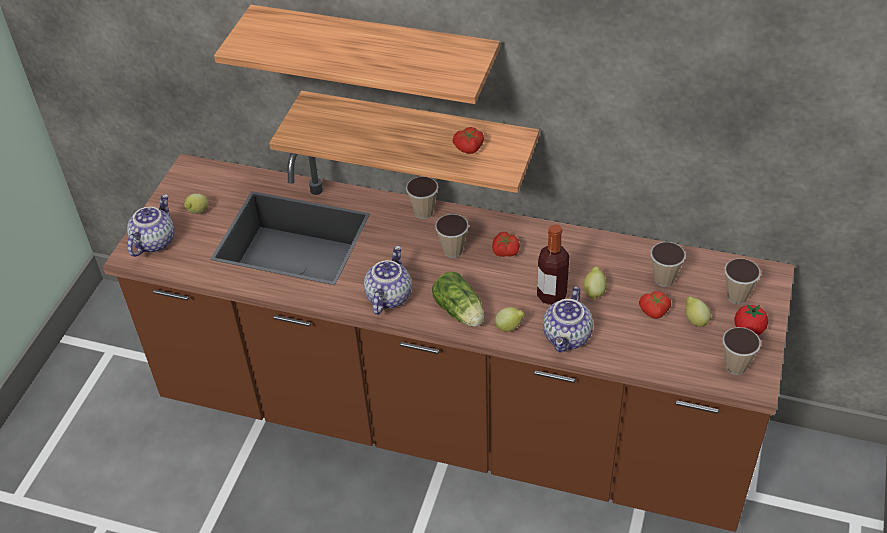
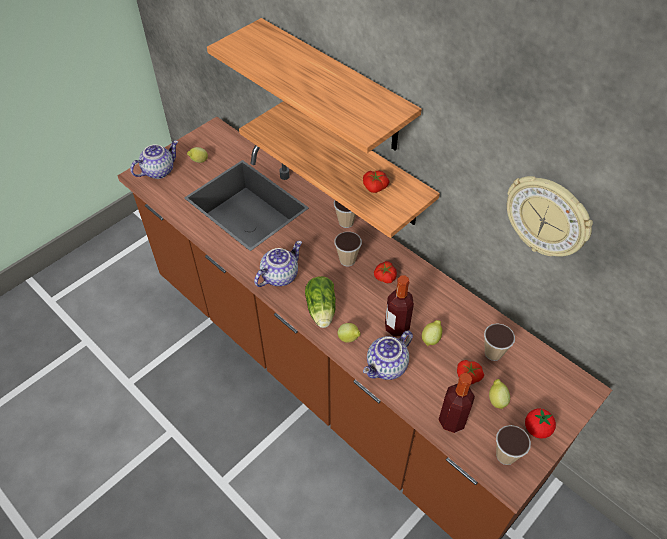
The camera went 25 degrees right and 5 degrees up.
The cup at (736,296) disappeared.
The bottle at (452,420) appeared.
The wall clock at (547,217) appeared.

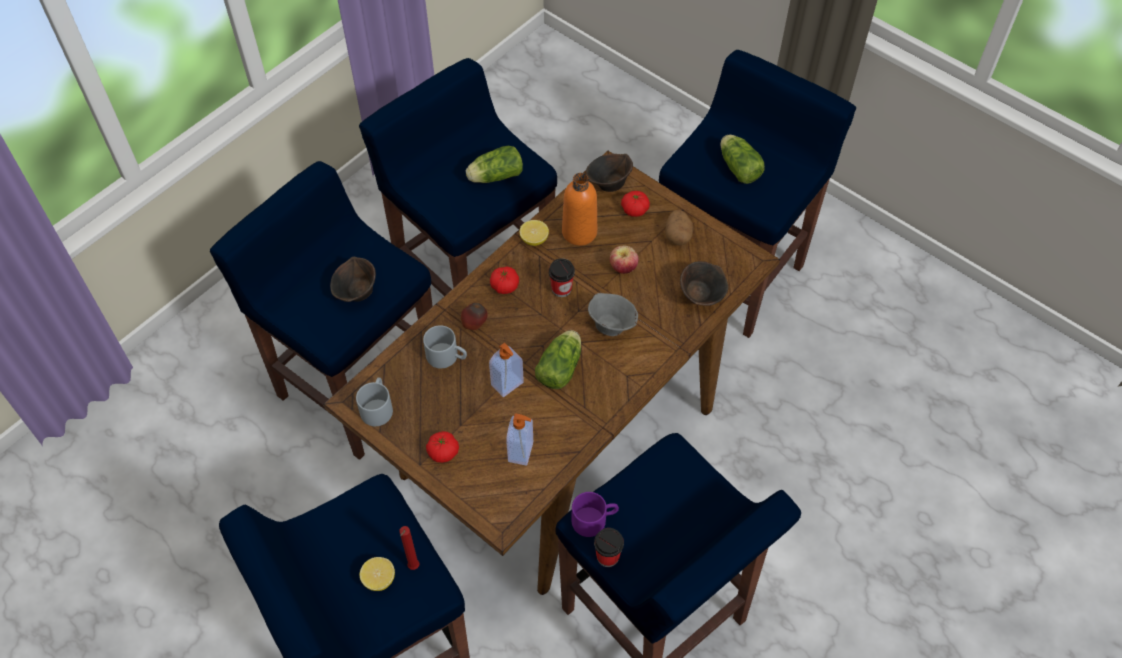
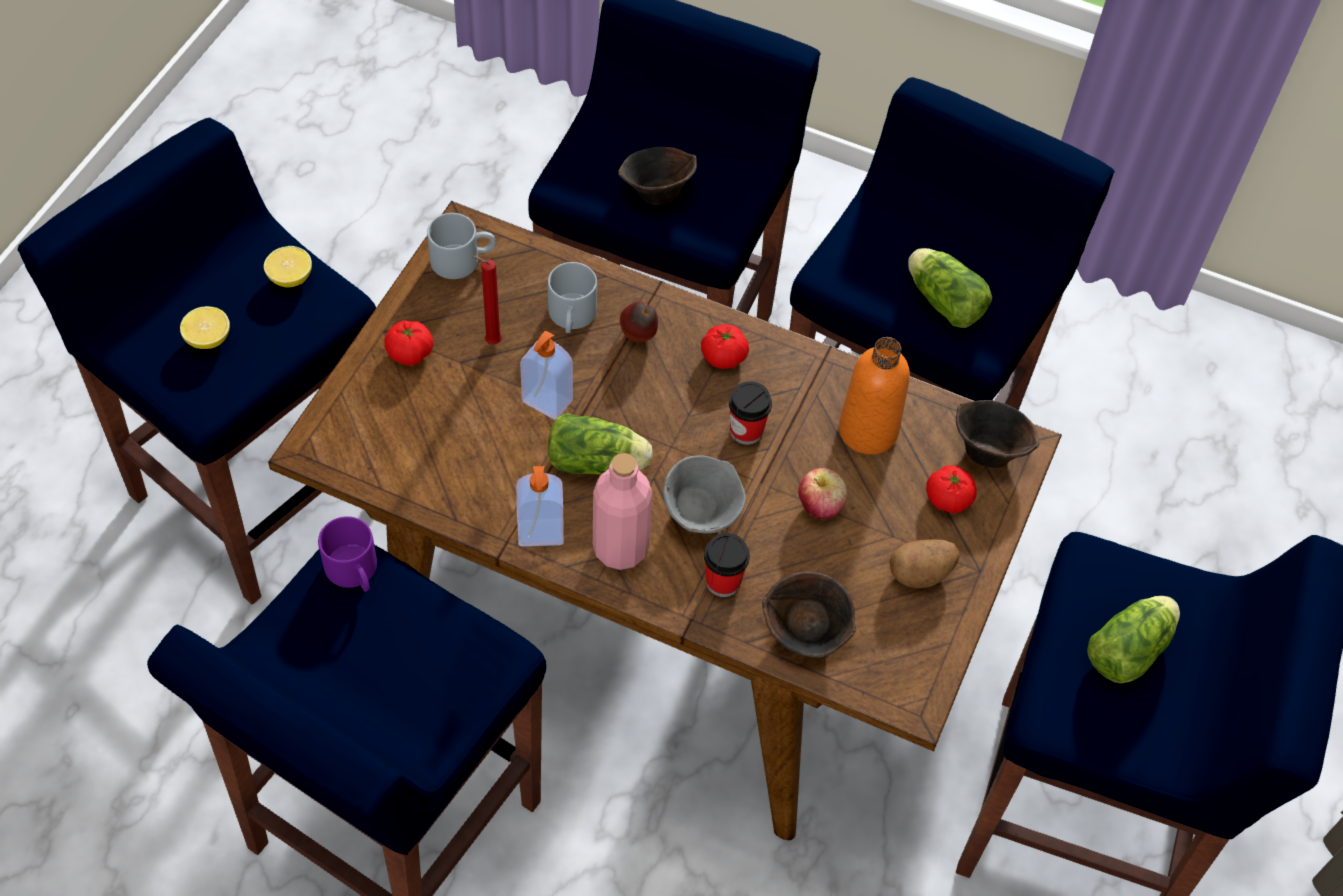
The camera went 70 degrees right and 0 degrees up.
The bottle (pink) at (620,548) appeared.
The candle (red) moved from (413,568) to (490,342).
The soap dispenser moved from (521,452) to (540,534).
The lemon moved from (534,240) to (290,278).
The cup moved from (607,556) to (723,582).

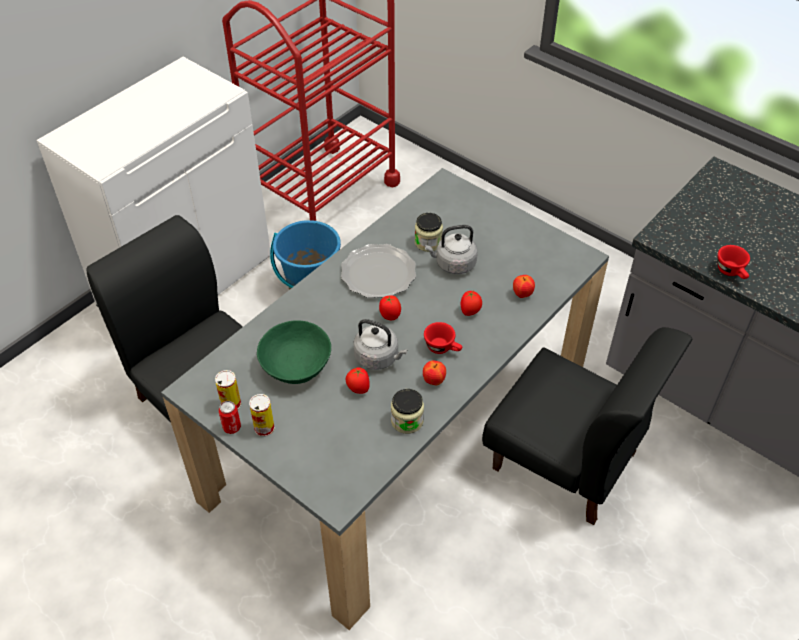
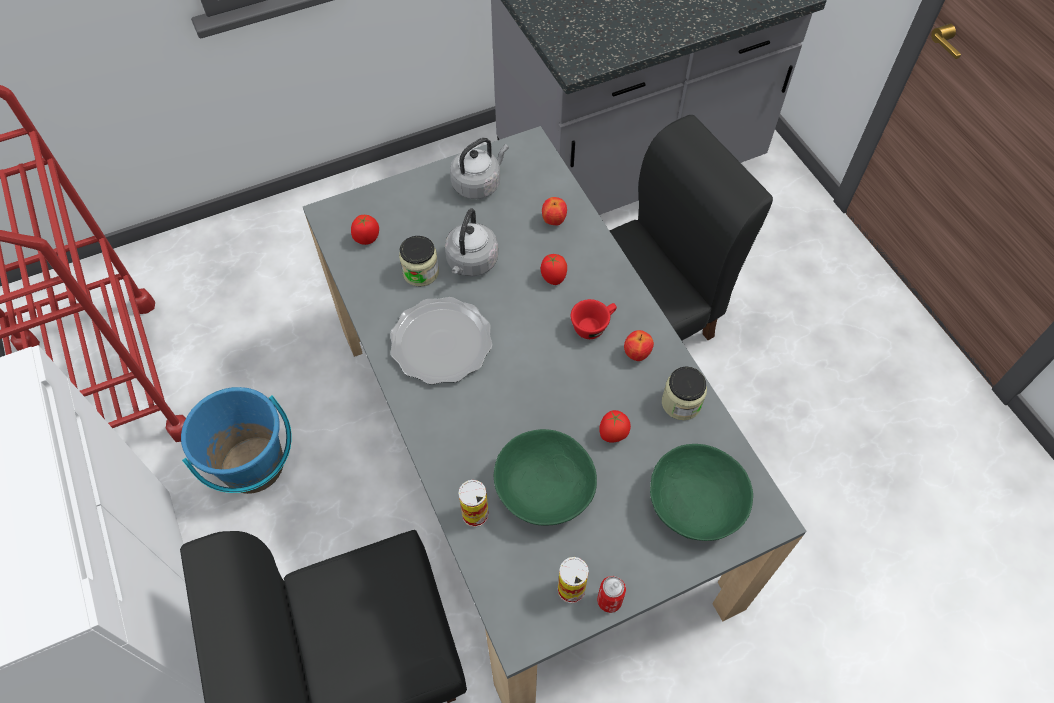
The camera went 65 degrees left and 10 degrees up.
The cup (red) at (732,272) disappeared.
The bowl (green) at (696,505) appeared.
The can moved from (264,428) to (475,514).
The kettle (grey) moved from (378,358) to (478,184).
The tomato moved from (389,316) to (367,239).

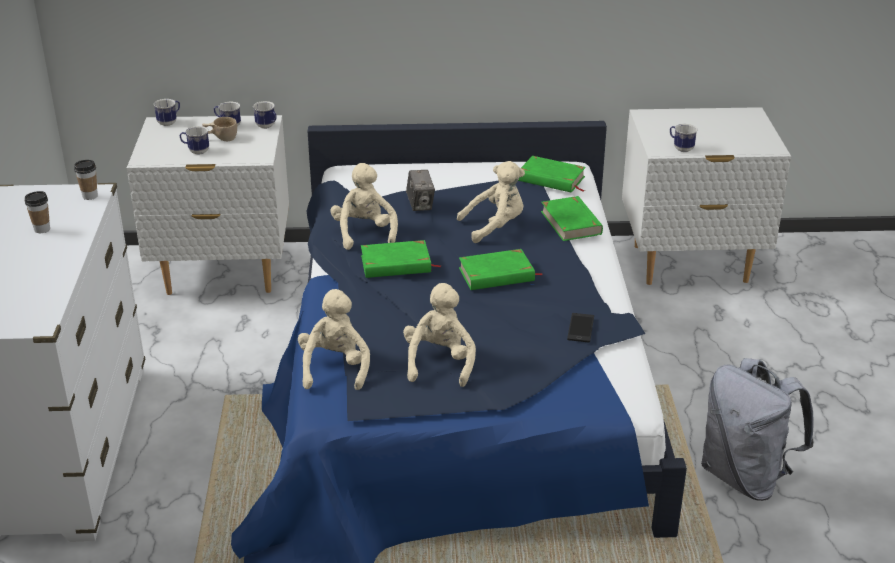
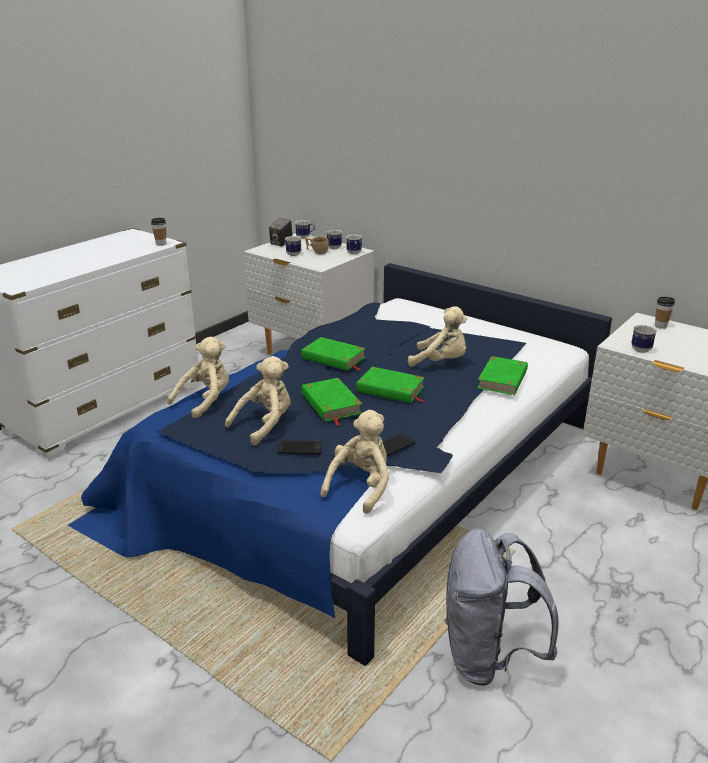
The camera went 40 degrees right and 5 degrees down.
The phone at (299,448) appeared.
The cup moved from (42,229) to (660,326).
The plush toy (beige) moved from (364,233) to (361,487).
The photo camera moved from (420,205) to (281,243).
The book (green) moved from (551,179) to (330,404).

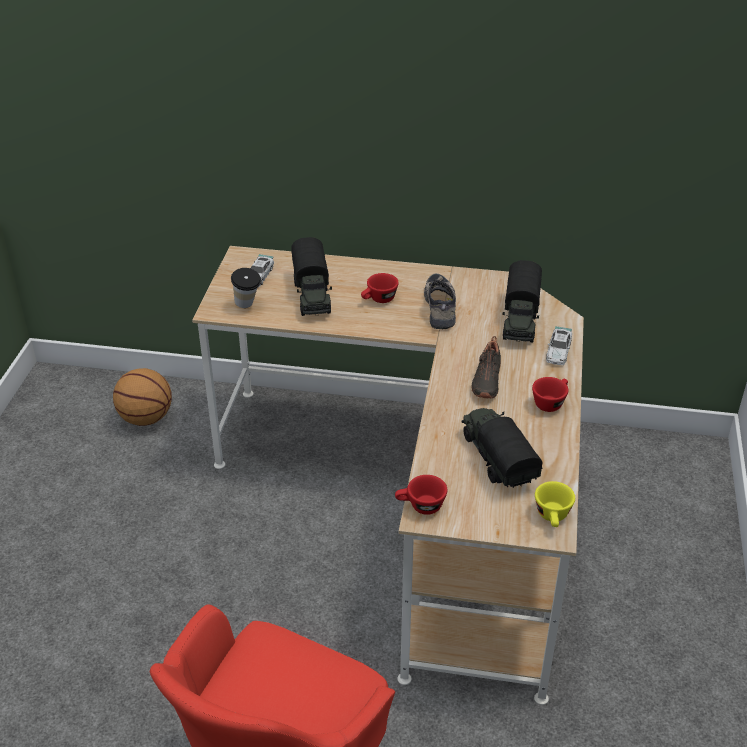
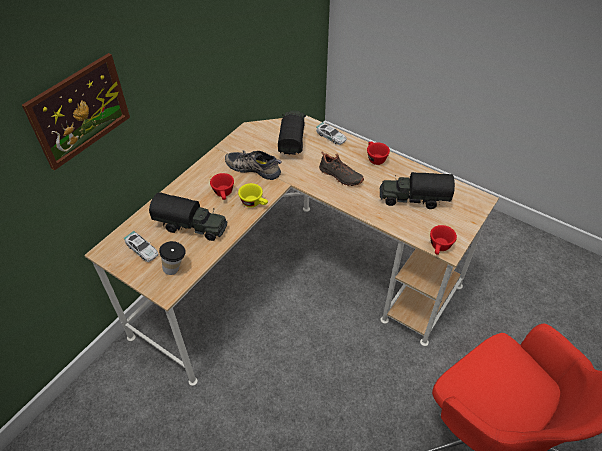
The camera went 65 degrees left and 10 degrees up.
The basketball at (146,418) disappeared.
The picture at (79,111) appeared.
The cup (yellow) moved from (553,517) to (254,203).
The toy truck at (520,320) turned 120 degrees counterclockwise.

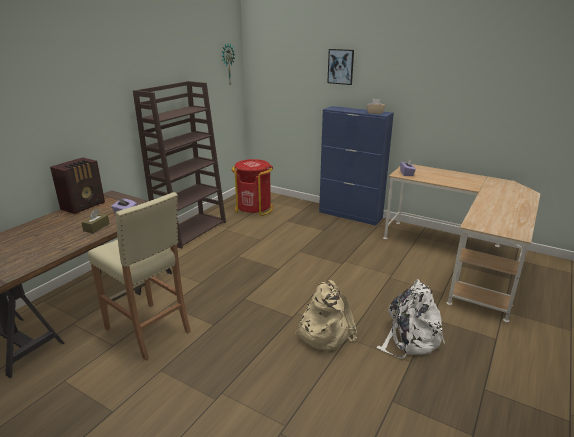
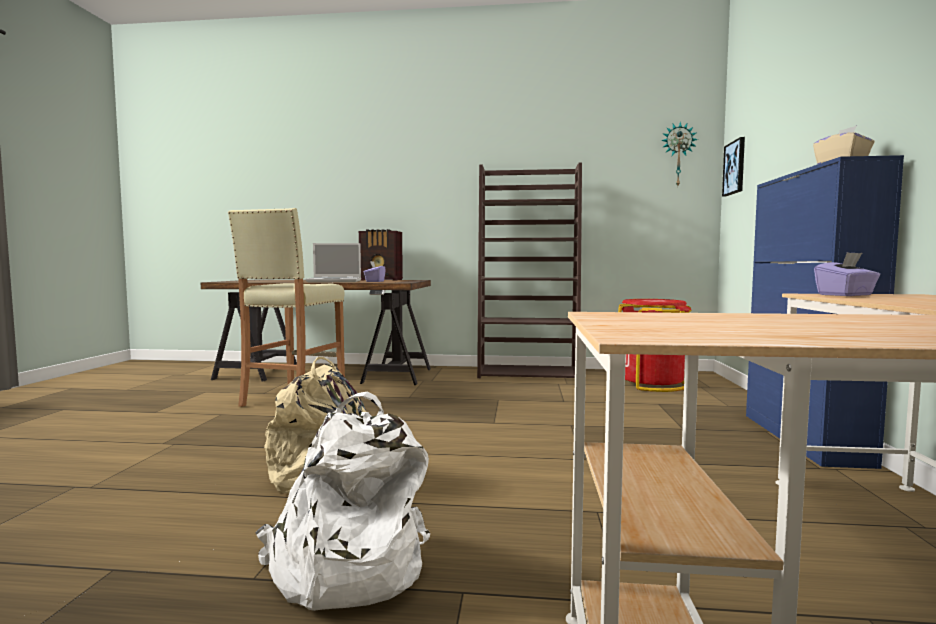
The camera went 65 degrees right and 20 degrees down.
The picture moved from (340,66) to (735,167).
The tissue box (brown) at (96,227) was replaced by the laptop at (335,281).

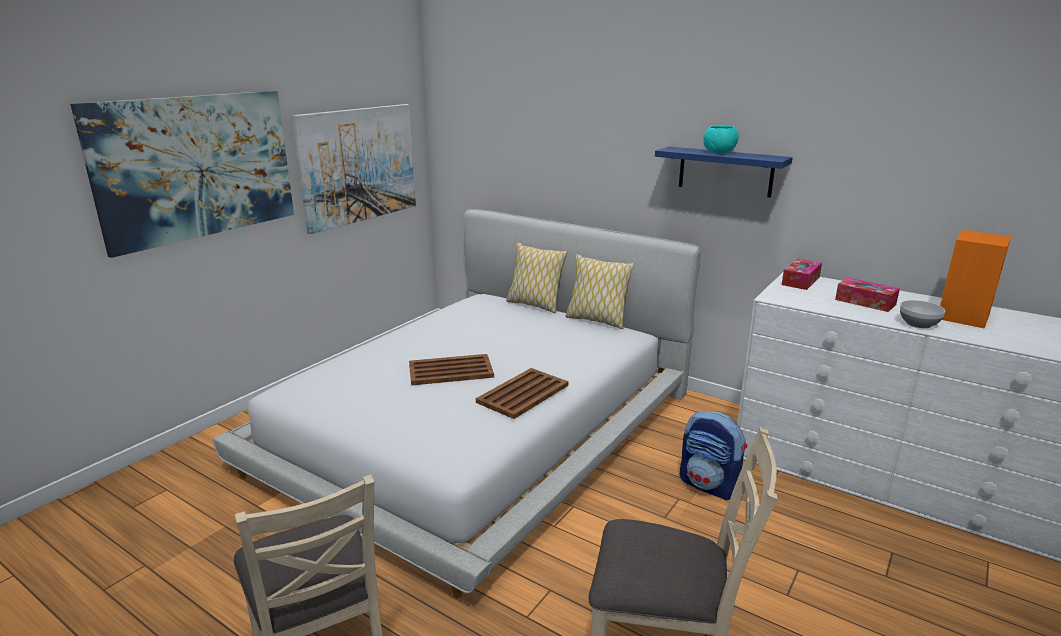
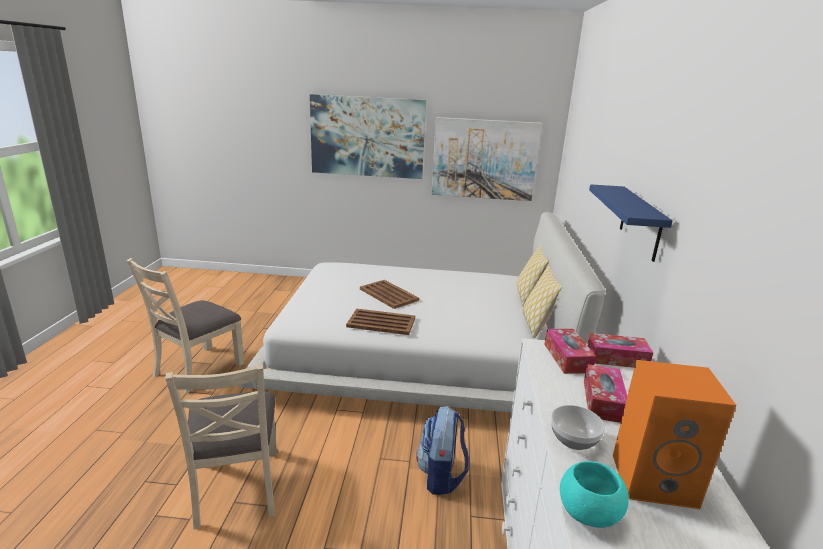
The camera went 60 degrees right and 0 degrees up.
The tissue box at (567,358) appeared.
The bowl (turquoise) moved from (719,153) to (589,514).

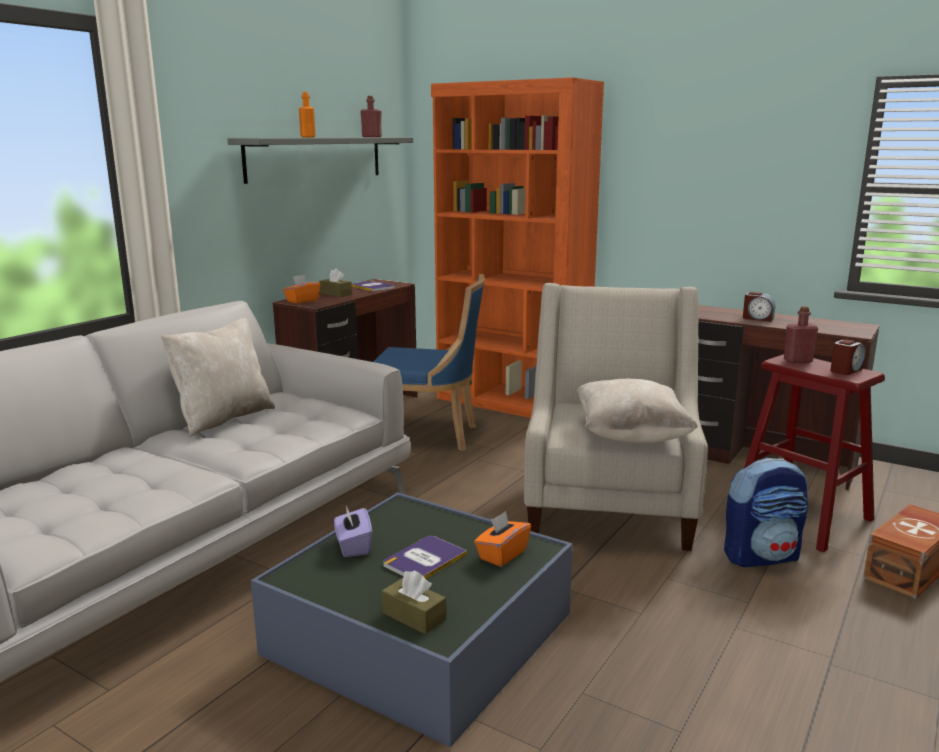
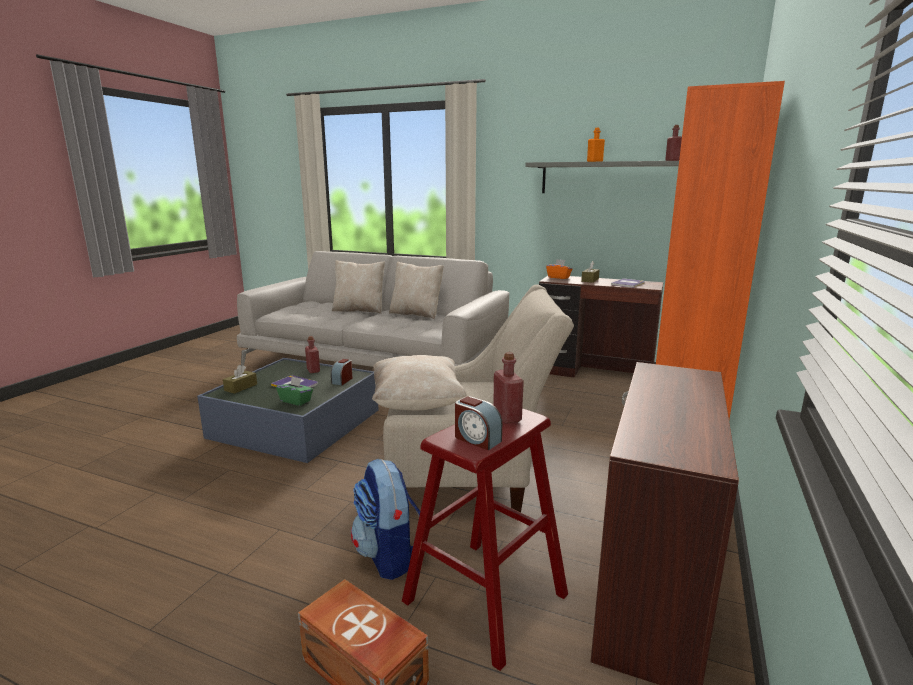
The camera went 80 degrees right and 0 degrees up.
The chair (blue) at (428,436) disappeared.
The pillow (beige) at (359,310) appeared.
The alarm clock moved from (757,318) to (342,380).
The tissue box (purple) at (353,546) was replaced by the bottle (red) at (313,370).
The tissue box (orange) at (502,554) became the tissue box (green) at (296,401).

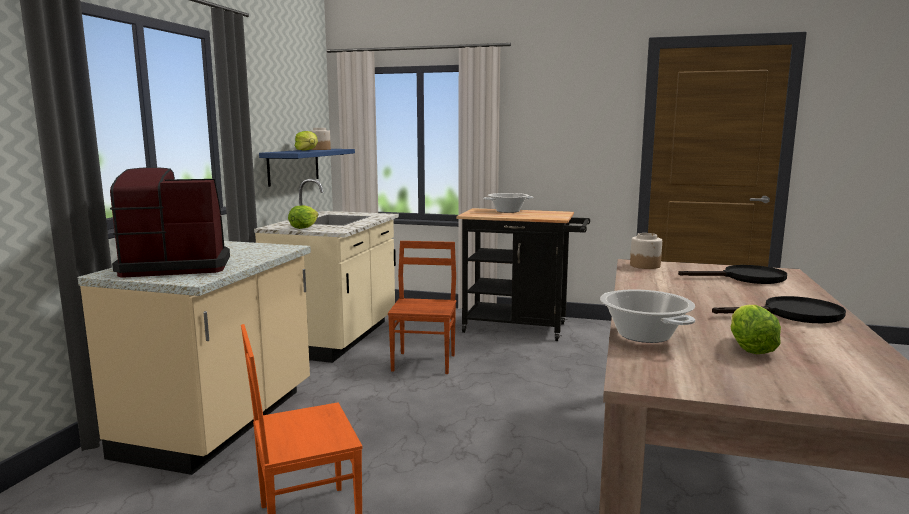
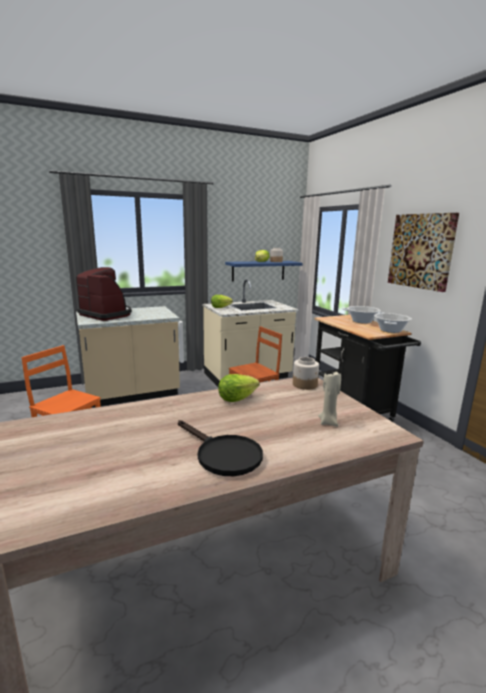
The camera went 50 degrees right and 5 degrees up.
The picture at (421,251) appeared.
The cooking pot moved from (644,335) to (391,330).
The lettuce moved from (749,348) to (236,399).
The frying pan (black) at (746,278) was replaced by the candle (beige) at (328,422).

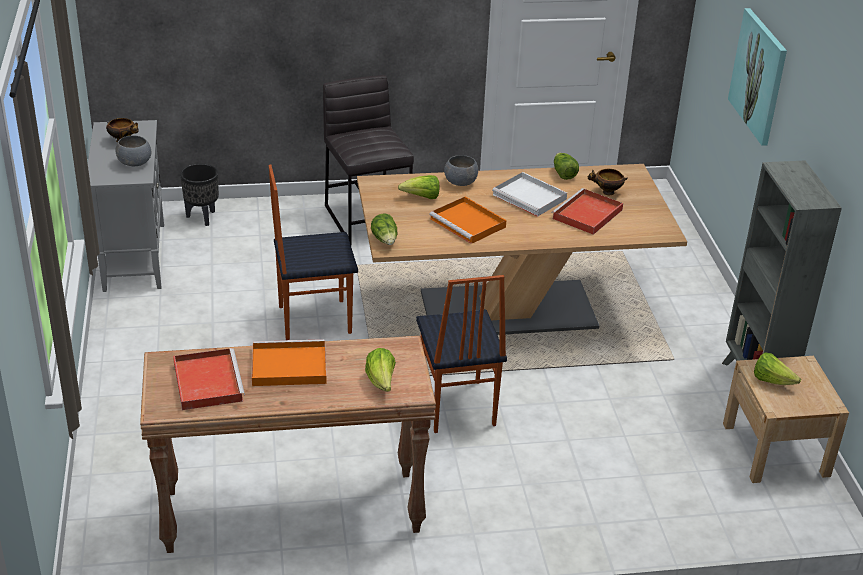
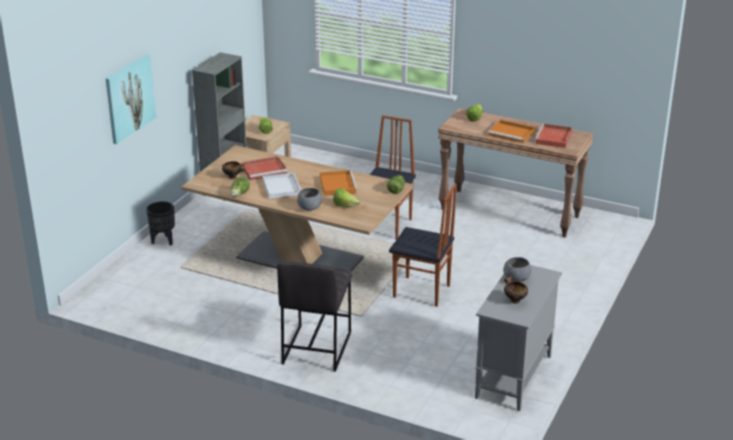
The camera went 145 degrees left and 5 degrees down.
The planter (black) moved from (202,217) to (163,241).

